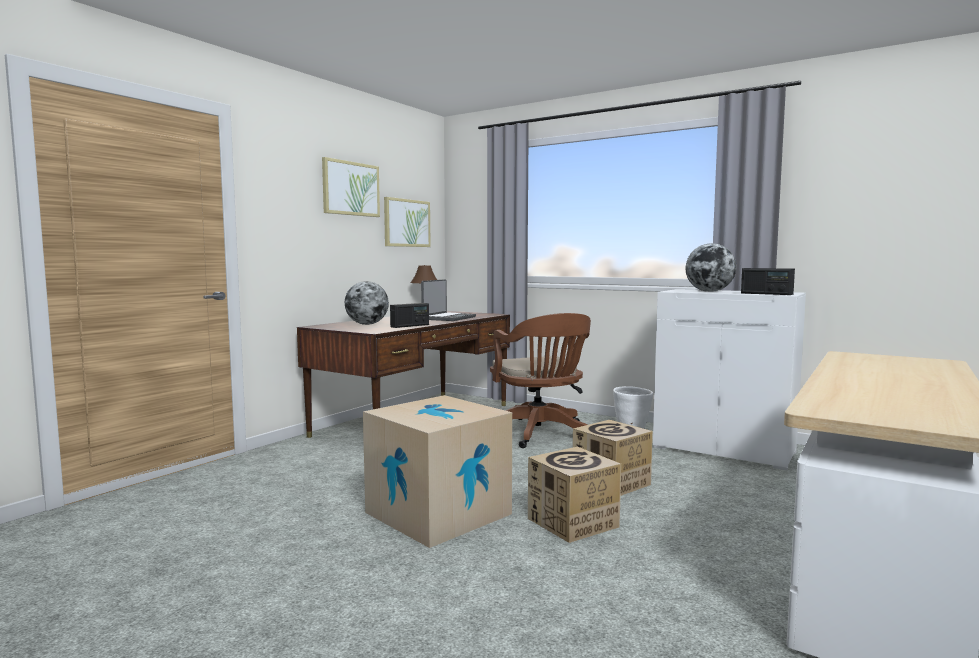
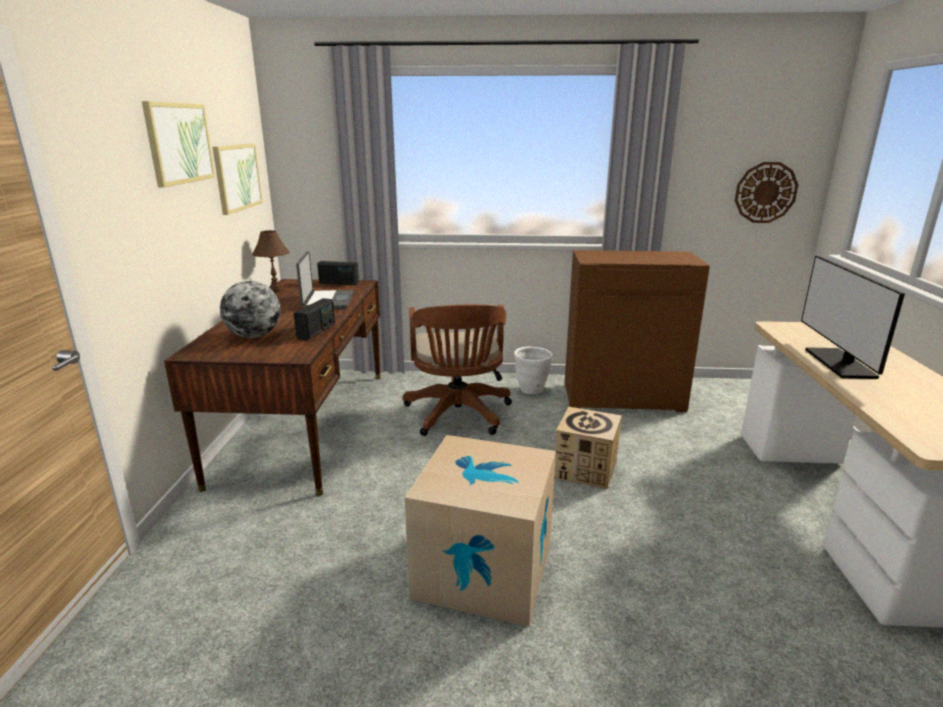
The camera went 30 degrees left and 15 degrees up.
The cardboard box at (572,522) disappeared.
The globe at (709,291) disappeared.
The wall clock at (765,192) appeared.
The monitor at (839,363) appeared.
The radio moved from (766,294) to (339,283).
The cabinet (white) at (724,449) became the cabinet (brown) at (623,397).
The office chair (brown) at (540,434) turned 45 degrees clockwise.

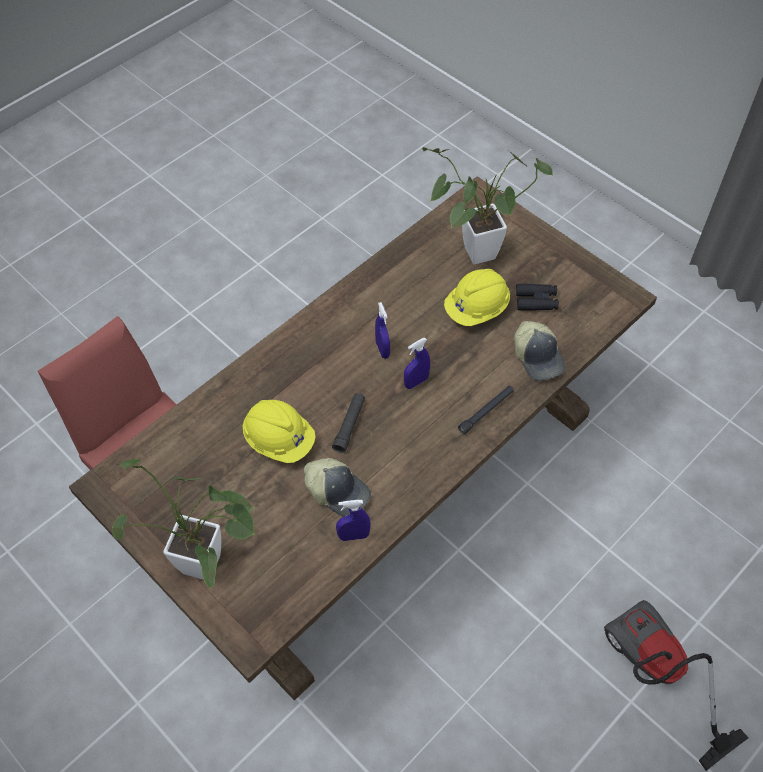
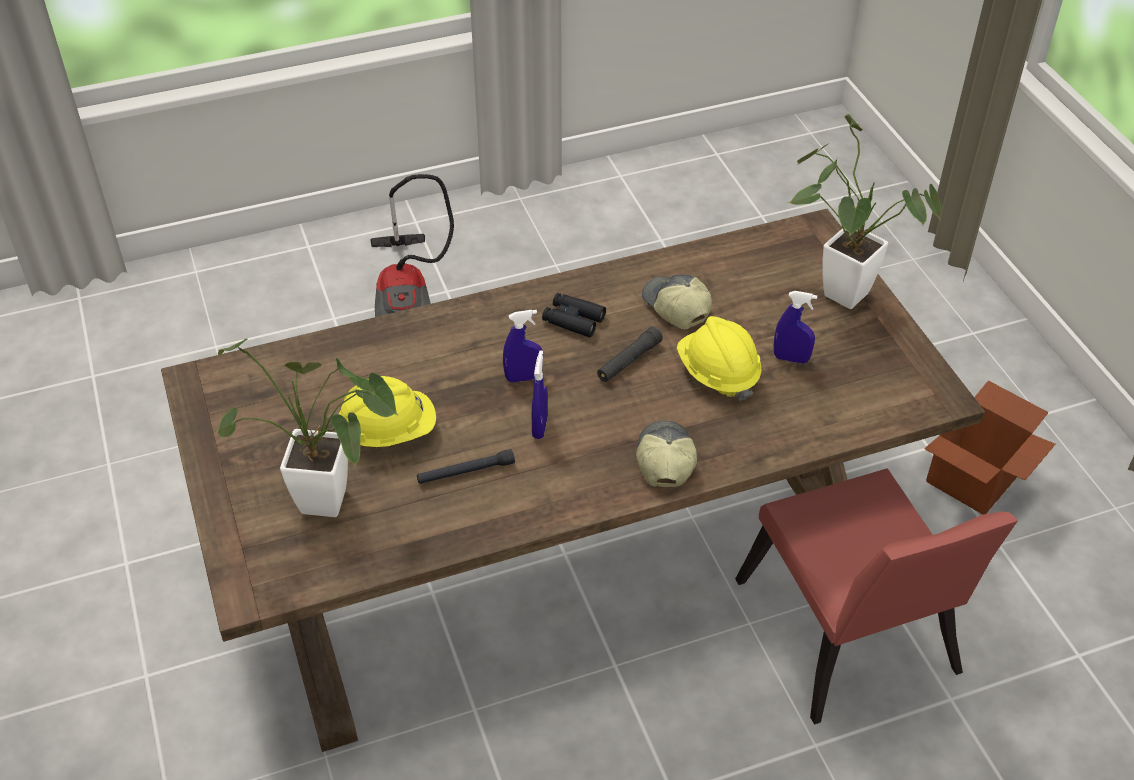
The camera went 155 degrees left and 10 degrees down.
The cardboard box at (970,480) appeared.
The spray bottle (blue) moved from (353,536) to (791,358).
The flashlight (black) moved from (486,411) to (466,472).
The cap moved from (538,357) to (664,460).
The binoculars (black) moved from (536,301) to (573,320).

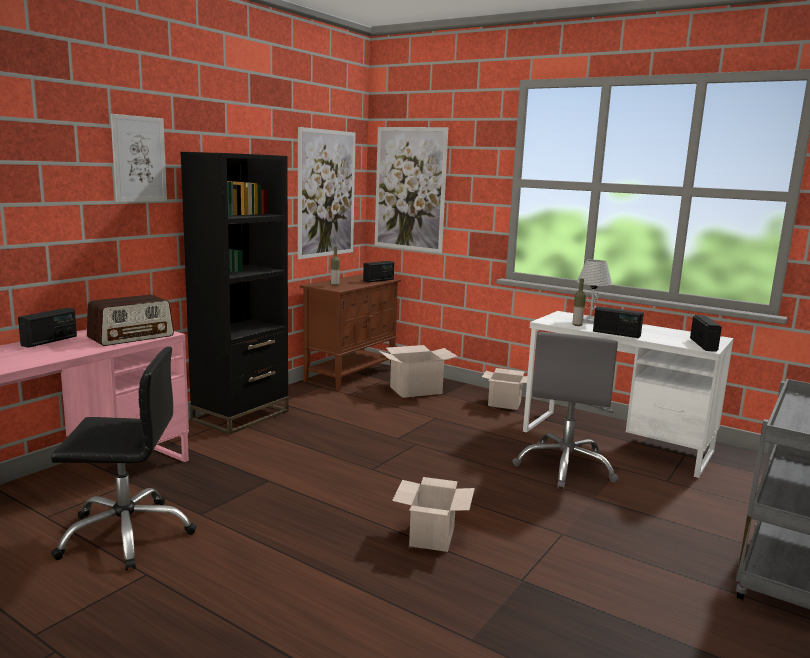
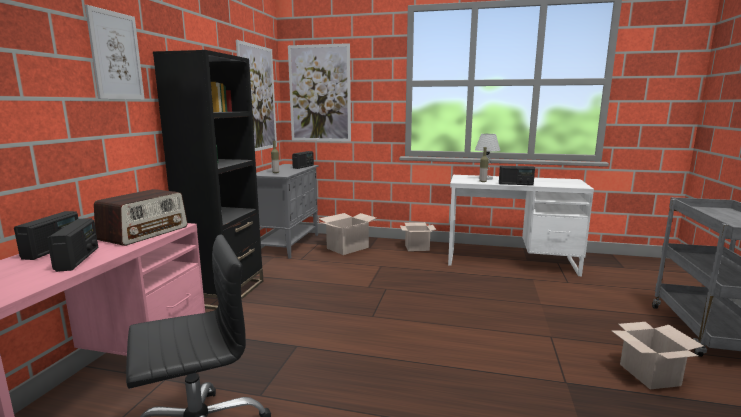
The camera went 20 degrees left and 0 degrees up.
The office chair (grey) at (565,467) disappeared.
The cardboard box moved from (431,536) to (647,374).
The radio moved from (703,345) to (78,259).
The cabinet (brown) at (351,375) became the cabinet (grey) at (289,244).

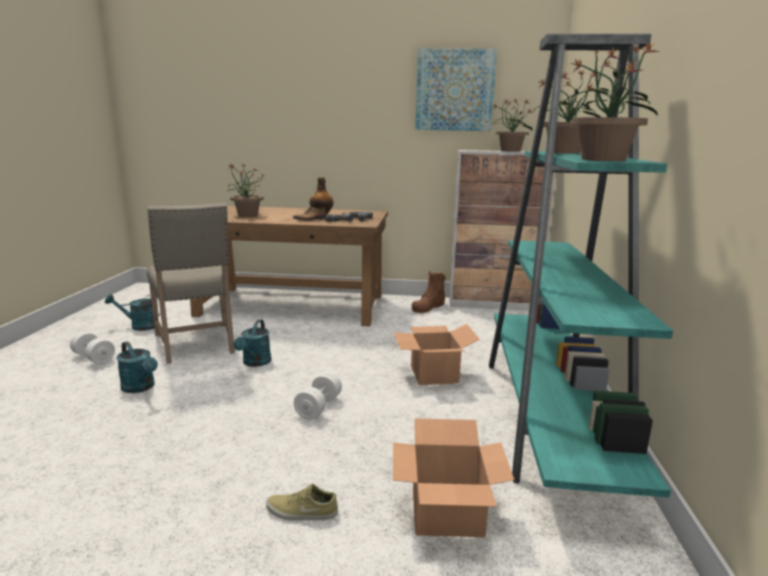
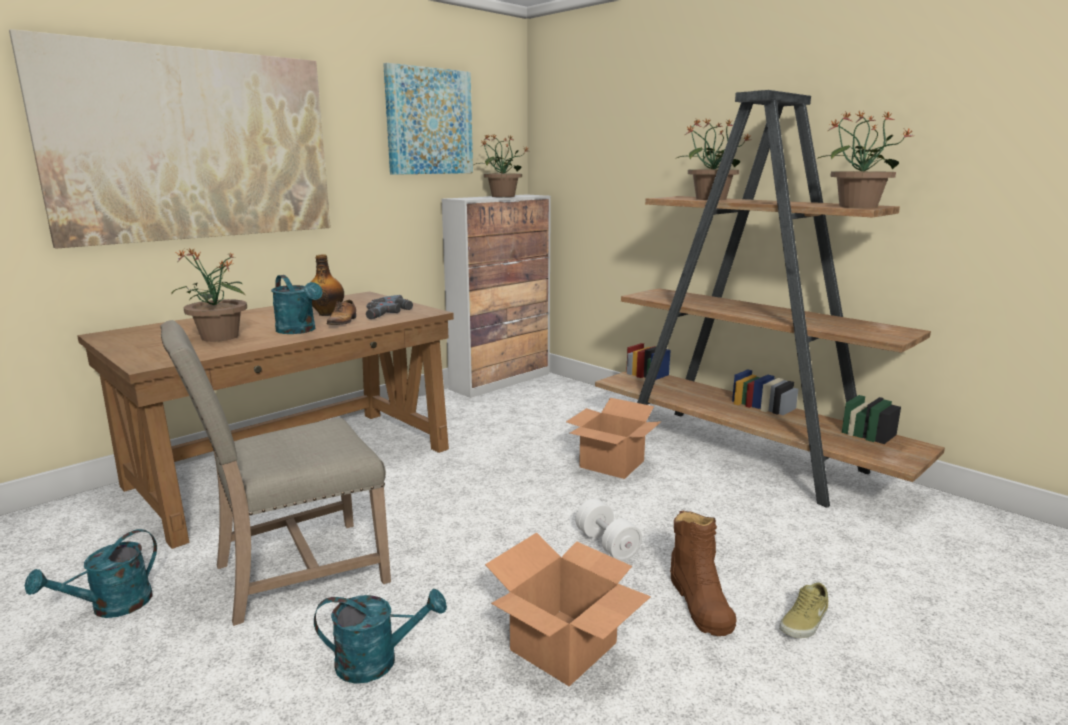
The camera went 50 degrees left and 0 degrees up.
The dumbbell (white) at (94,358) disappeared.
The picture at (195,145) appeared.
The watering can (turquoise) moved from (255,363) to (299,331).
The cardboard box moved from (448,512) to (564,645).
The boot (brown) moved from (428,307) to (700,602).
The bookcase (turquoise) at (549,418) became the bookcase (brown) at (744,454).
The chair (beige) at (197,344) turned 135 degrees clockwise.

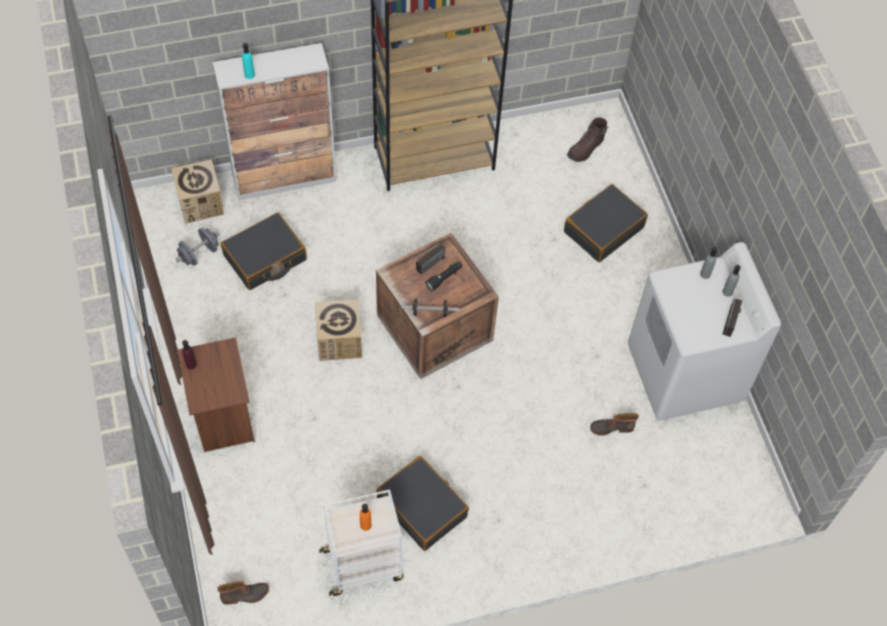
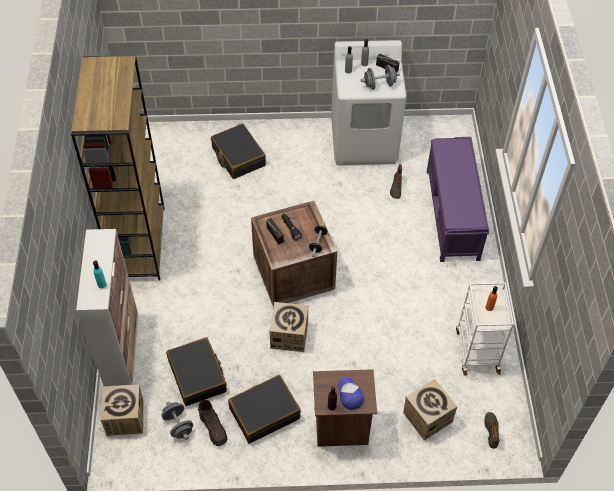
The camera went 75 degrees left and 5 degrees down.
The cap at (349,394) appeared.
The dumbbell (grey) at (379,85) appeared.
The cardboard box at (427,417) appeared.
The bench (purple) at (452,215) appeared.
The suitcase (black) moved from (422,508) to (264,413).
The boot (brown) moved from (586,149) to (213,428).

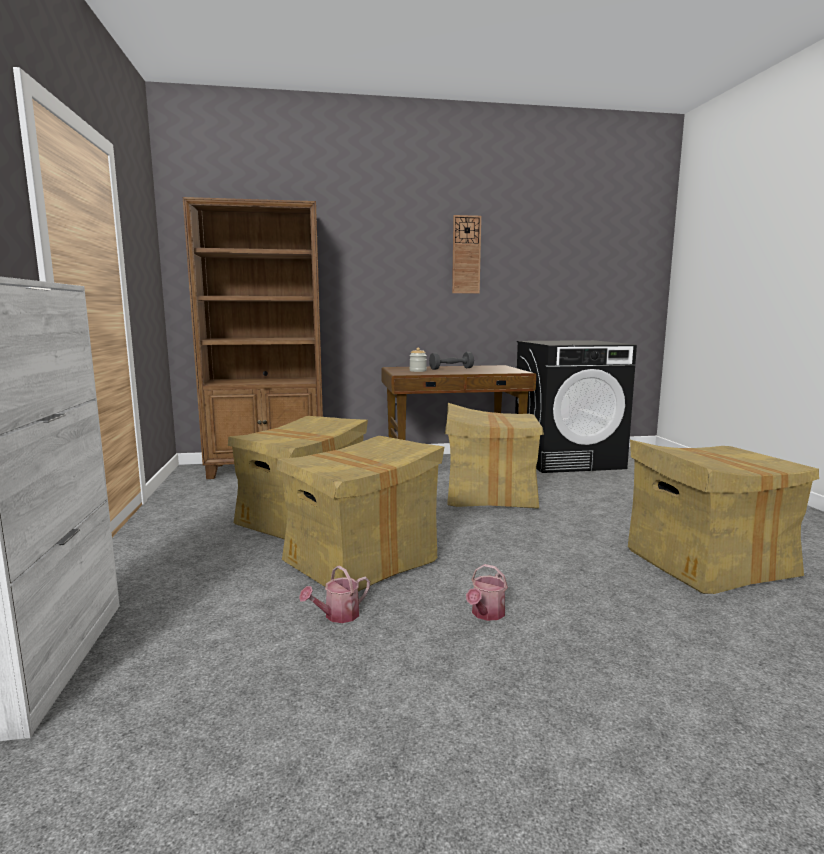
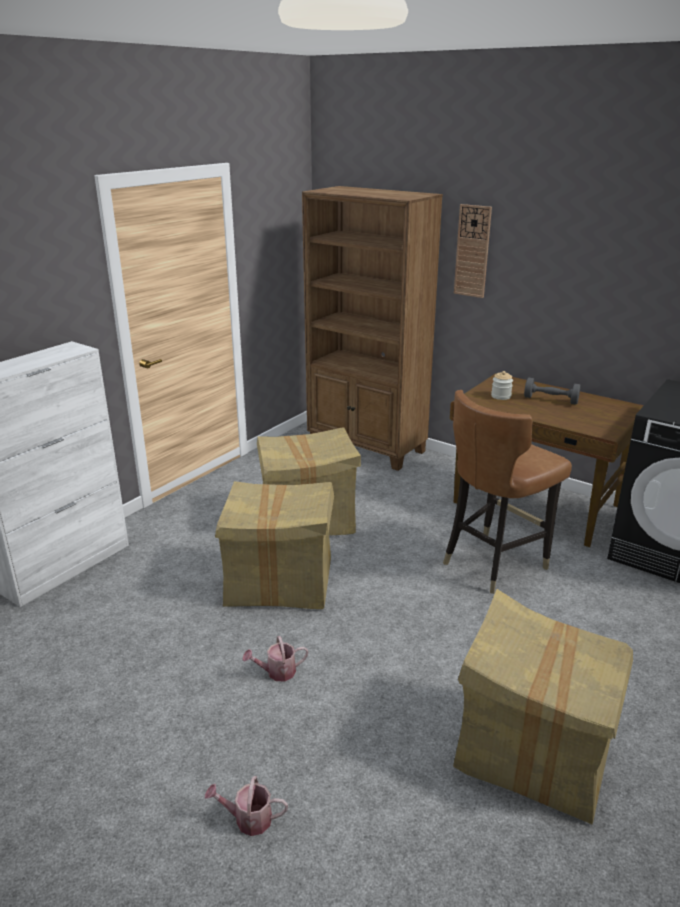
The camera went 45 degrees right and 15 degrees up.
The watering can moved from (337,616) to (248,819).
The wall clock moved from (466,255) to (472,251).
The cardboard box at (490,495) was replaced by the chair (brown) at (493,563).

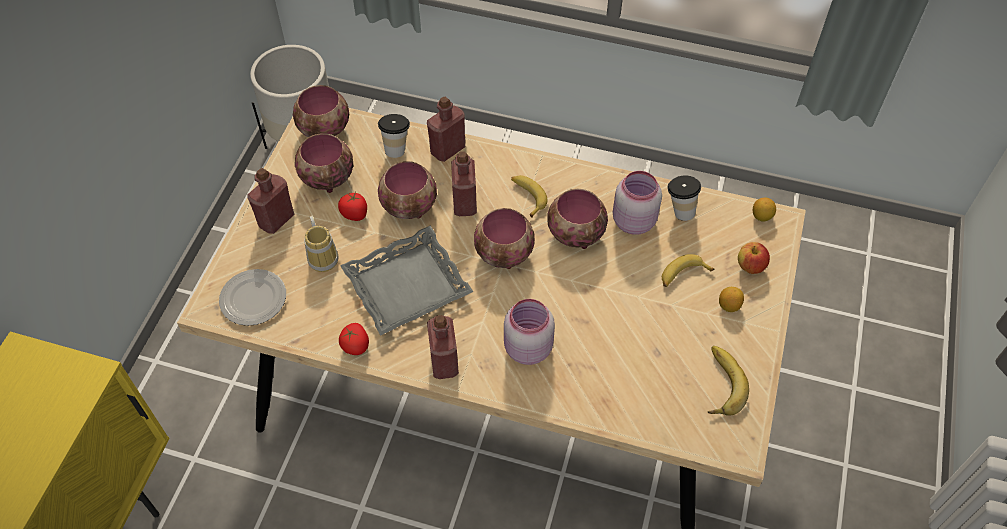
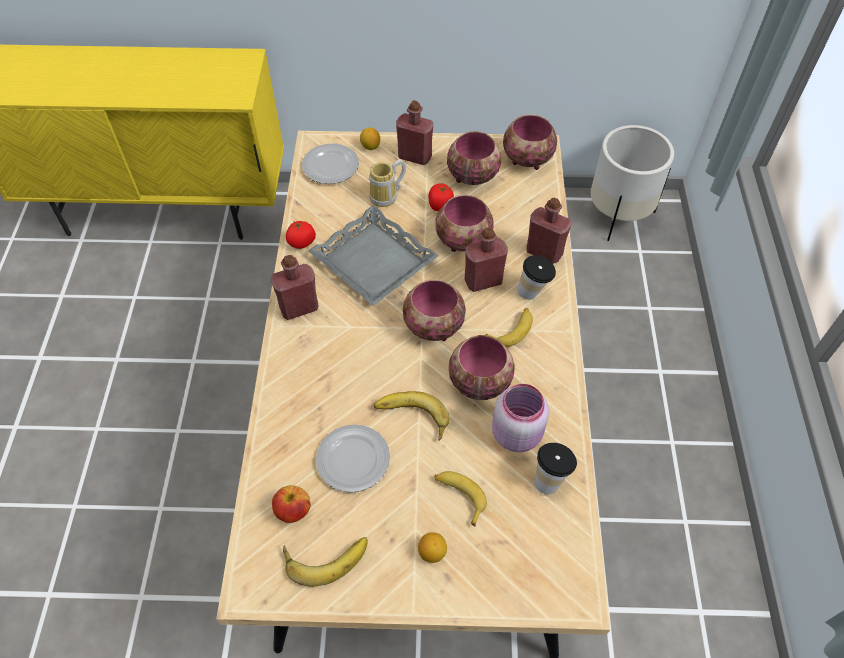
The camera went 75 degrees right and 0 degrees up.
The jar (pink) at (526,348) disappeared.
The plate at (352,459) appeared.
The banana at (411,419) appeared.
The cup moved from (396,148) to (533,292).
The apple moved from (750,266) to (293,511).
The lemon moved from (761,216) to (370,146).

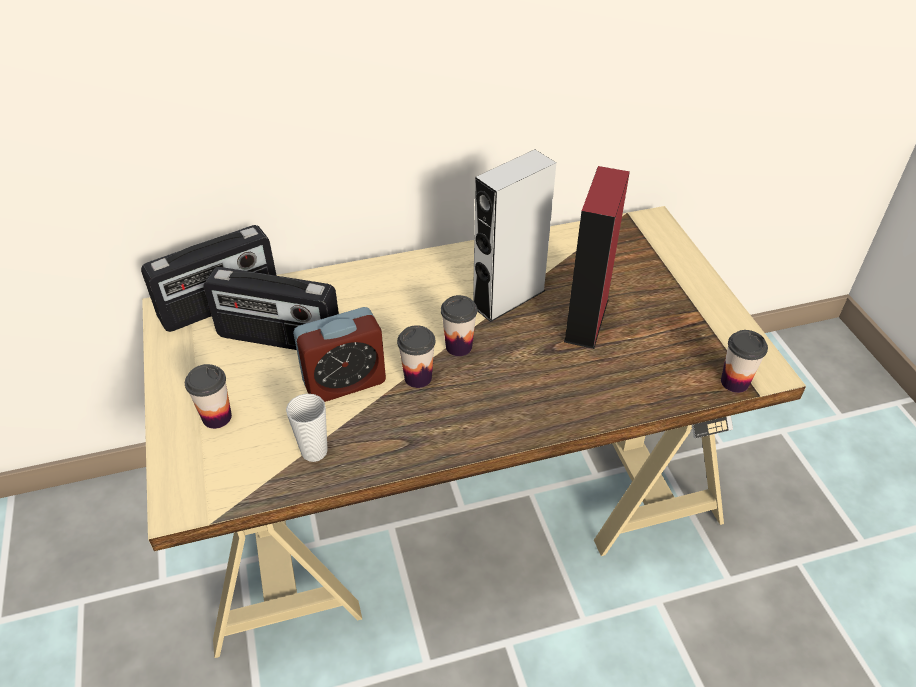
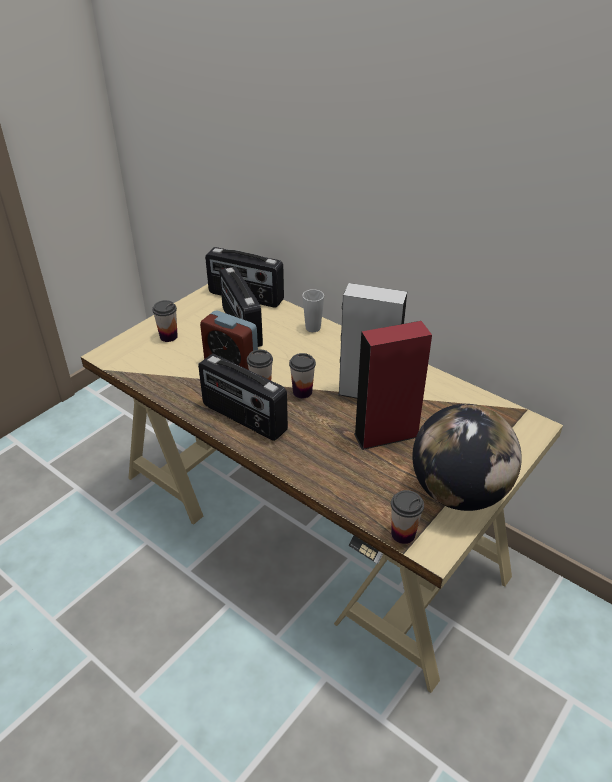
The camera went 55 degrees right and 5 degrees down.
The radio at (243,418) appeared.
The globe at (458,493) appeared.
The cup moved from (314,451) to (313,328).

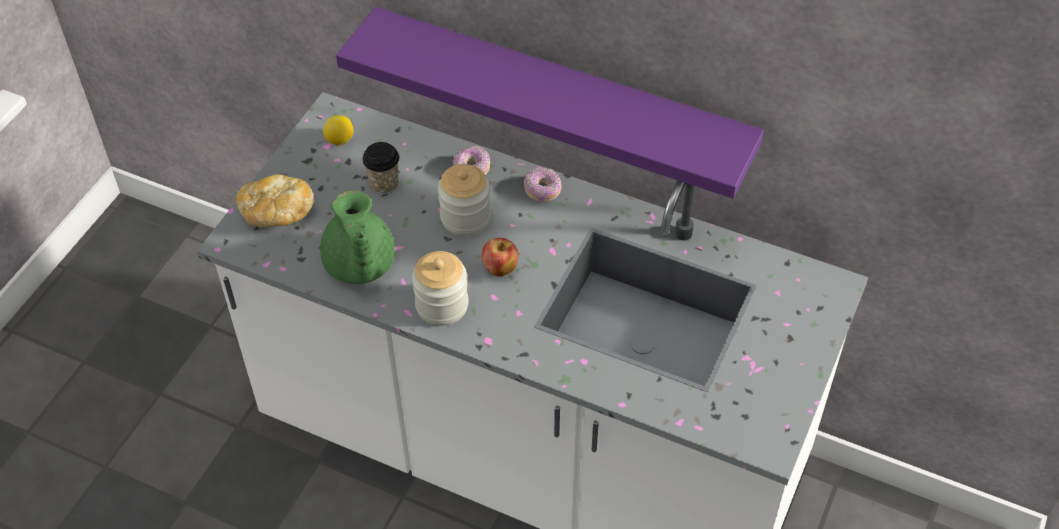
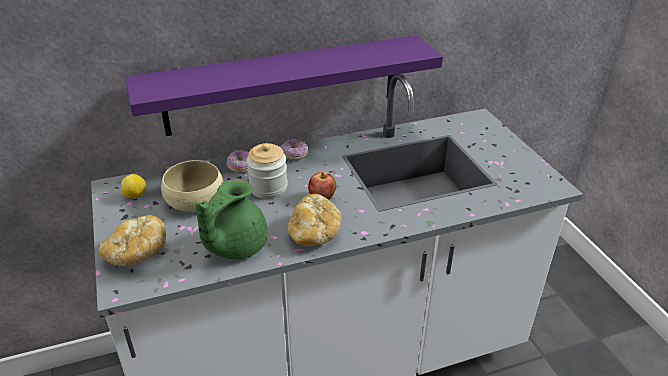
The camera went 45 degrees left and 15 degrees down.
The cup at (384,184) was replaced by the bowl (beige) at (195,200).
The jar at (442,305) was replaced by the bread at (314,233).
The teapot (green) at (359,265) turned 90 degrees clockwise.

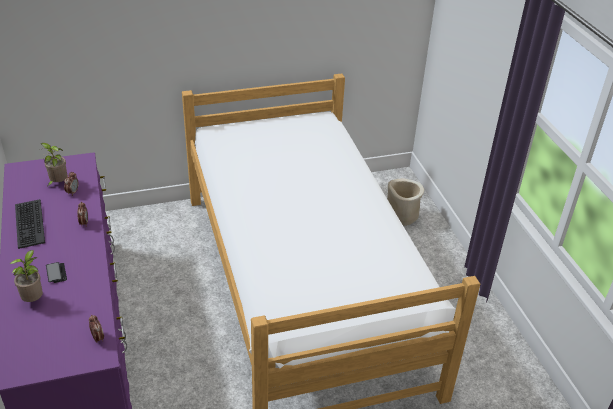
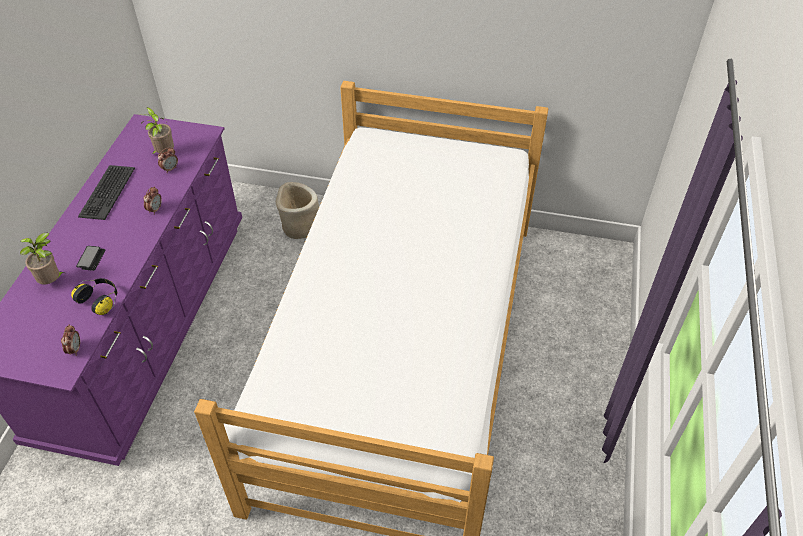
The camera went 30 degrees right and 10 degrees up.
The headphones at (100,300) appeared.
The planter (beige) moved from (401,216) to (300,226).

